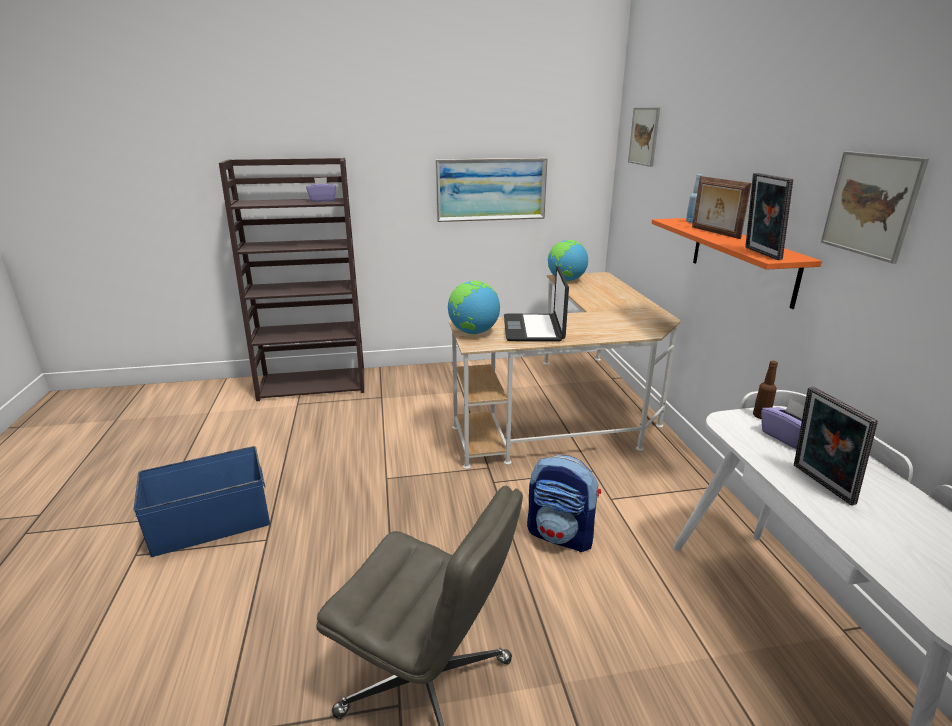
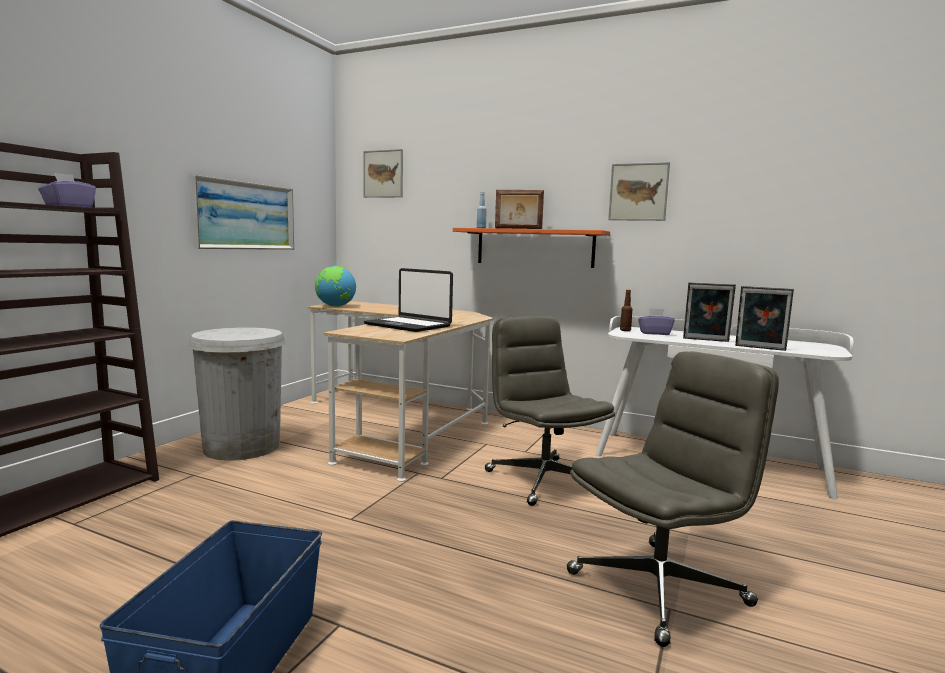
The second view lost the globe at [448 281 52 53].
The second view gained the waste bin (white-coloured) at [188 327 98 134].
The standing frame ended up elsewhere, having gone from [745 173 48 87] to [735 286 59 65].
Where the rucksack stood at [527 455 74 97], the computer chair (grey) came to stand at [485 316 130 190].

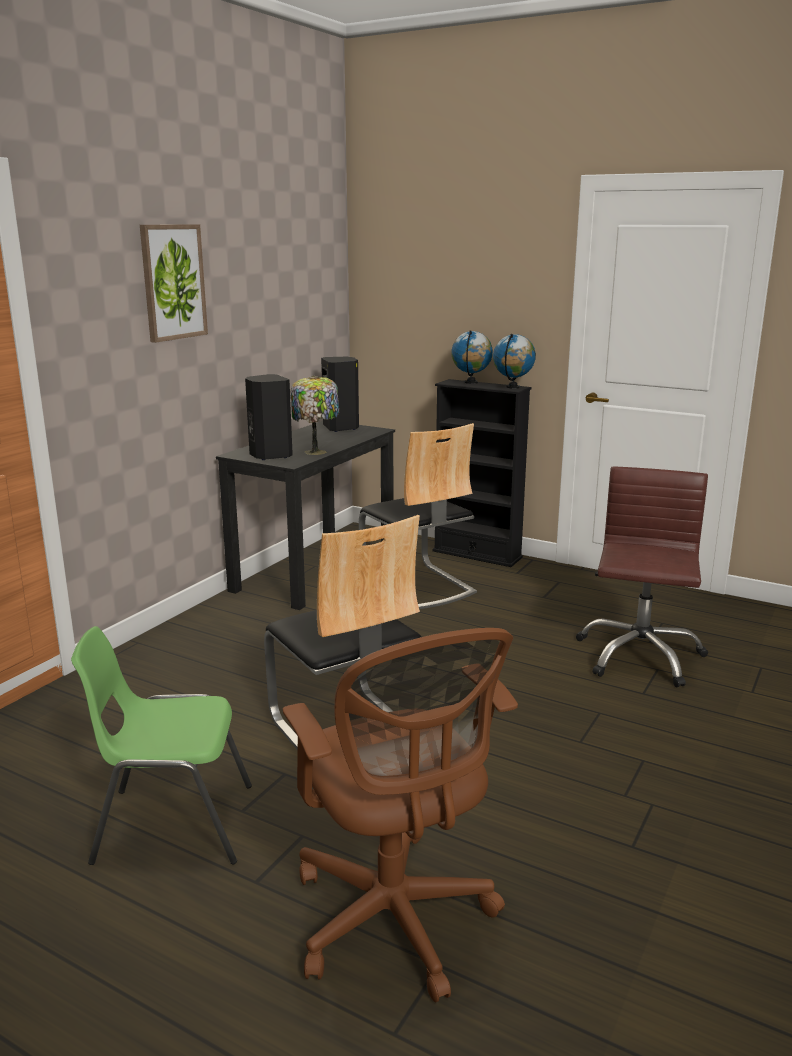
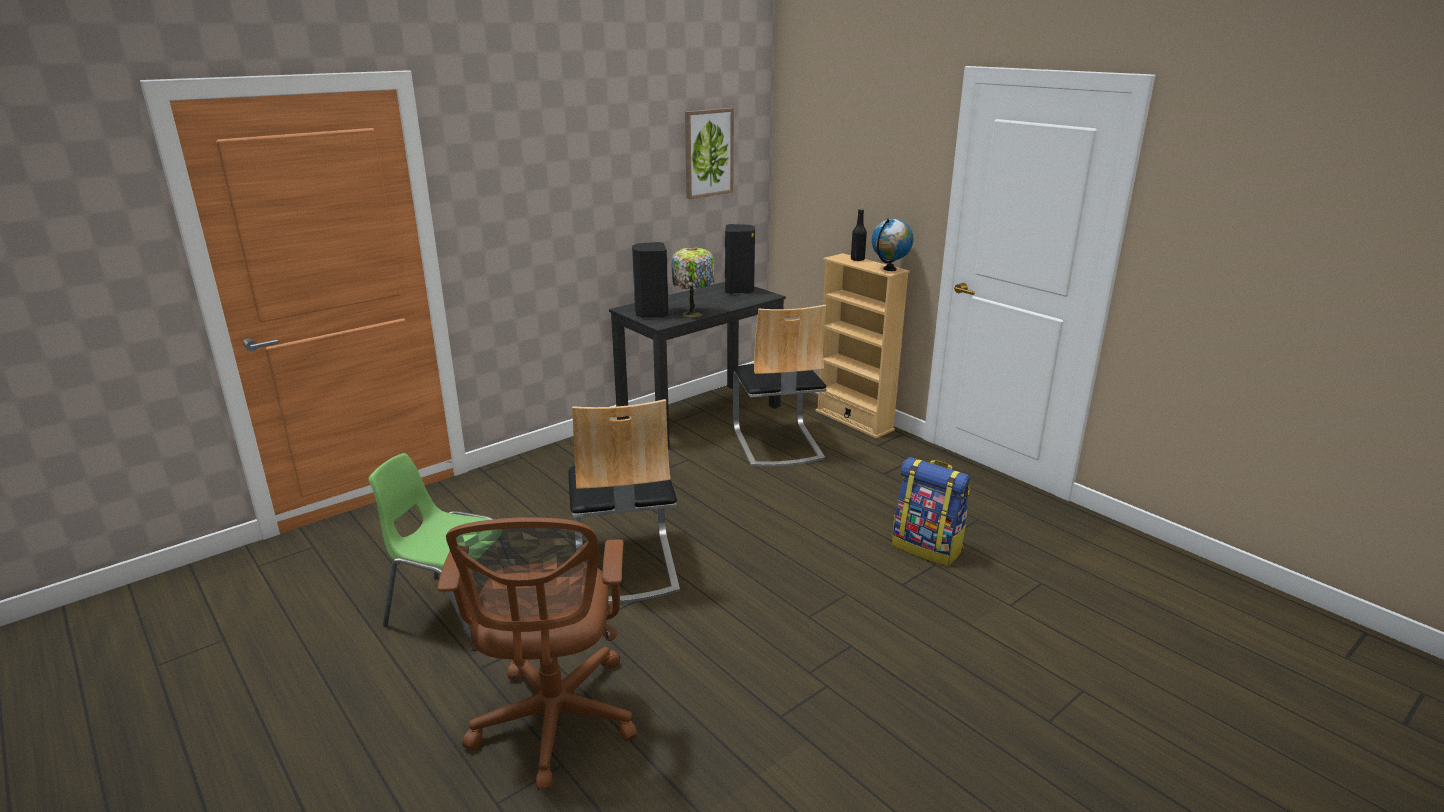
The picture ended up elsewhere, having gone from [140 224 68 119] to [685 108 49 91].
Where the globe stood at [451 330 42 54], the bottle (blackish) came to stand at [851 209 16 52].
Where the computer chair (brown-coloured) stood at [576 467 132 220], the rucksack came to stand at [892 457 78 109].
What was the bookshelf (blackish) at [432 379 100 188] turned into the bookshelf (beige) at [815 253 95 186].

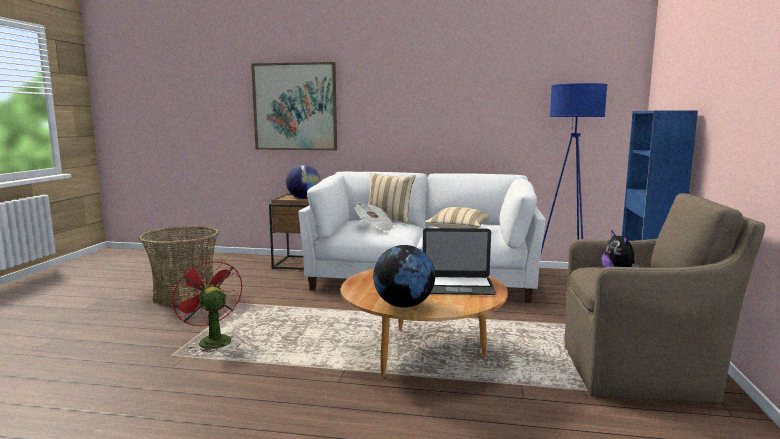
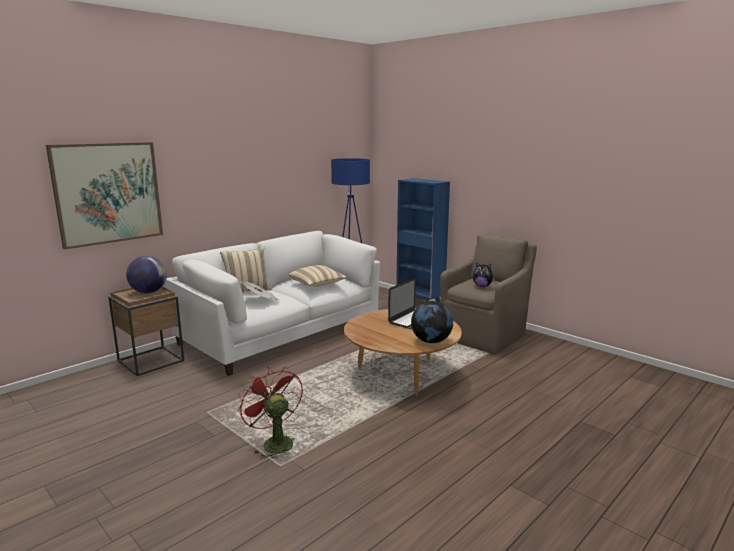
The second view lost the household basket at [138 225 82 80].
The fan (reddish) at [170 258 72 95] ended up facing another way, 60 degrees clockwise from before.

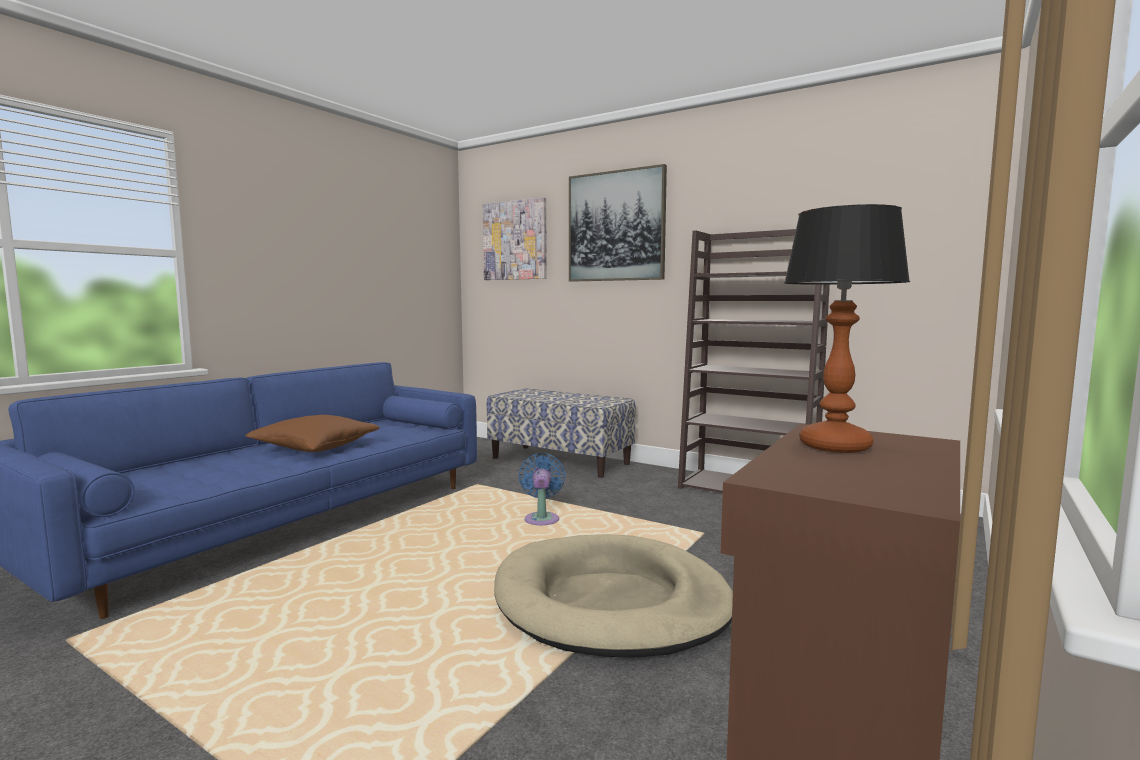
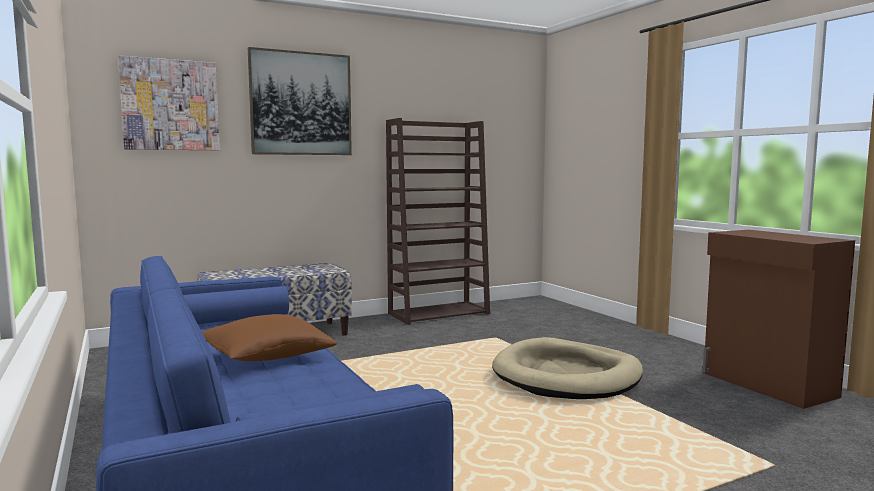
The second view lost the fan (blue) at [519 453 46 72].
The second view lost the lamp for a table at [784 204 126 249].

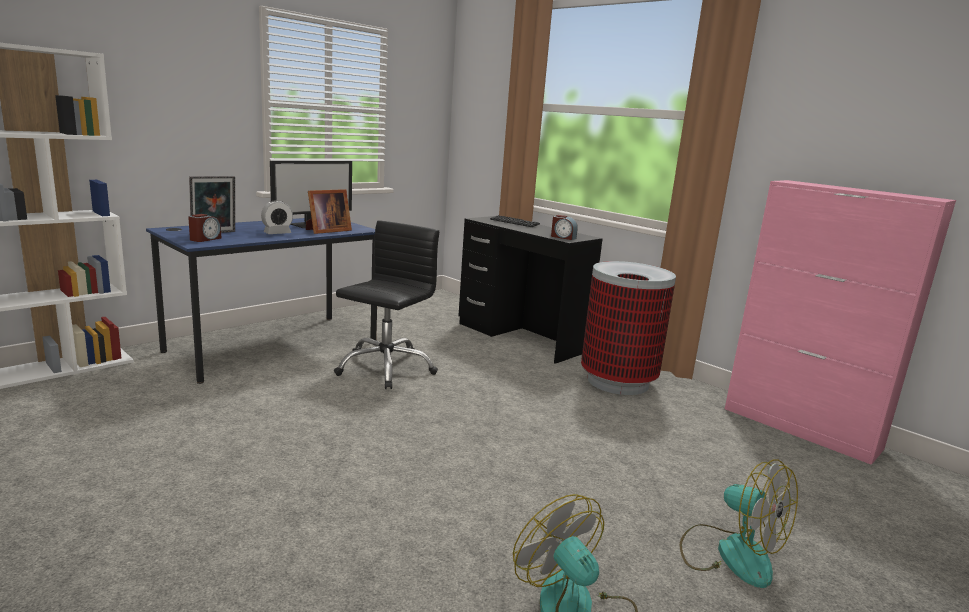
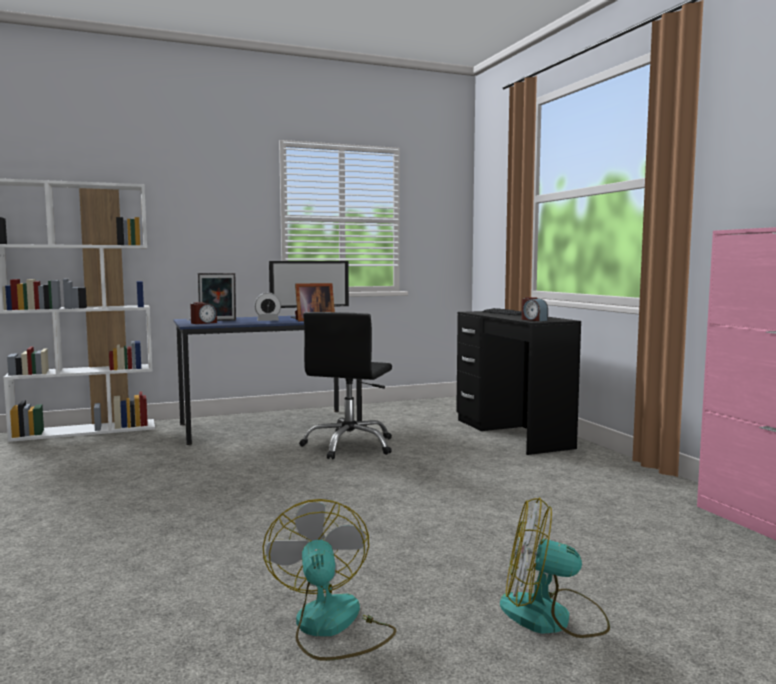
The second view lost the waste bin at [581 261 95 134].
The computer chair (blackish) at [334 221 105 168] ended up facing another way, 150 degrees clockwise from before.
The fan at [680 459 118 129] ended up facing another way, 120 degrees clockwise from before.

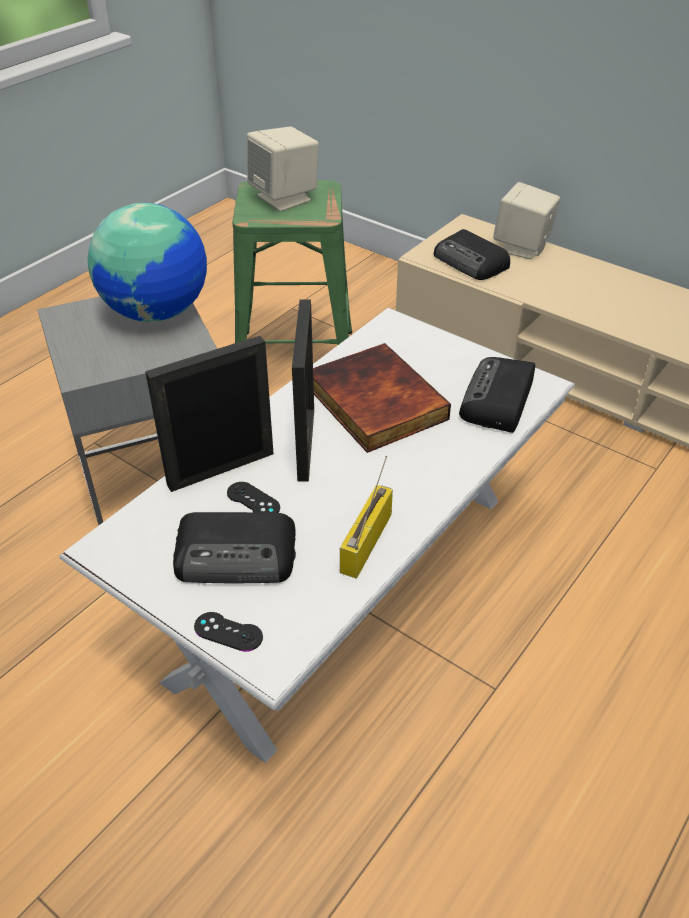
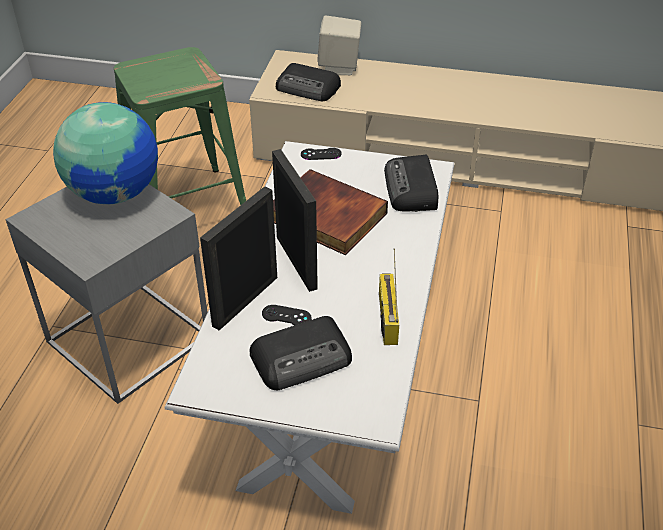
The second view lost the loudspeaker (beige) at [247 127 72 85].
The gamepad (blackish) ended up elsewhere, having gone from [194 612 69 40] to [301 148 41 12].

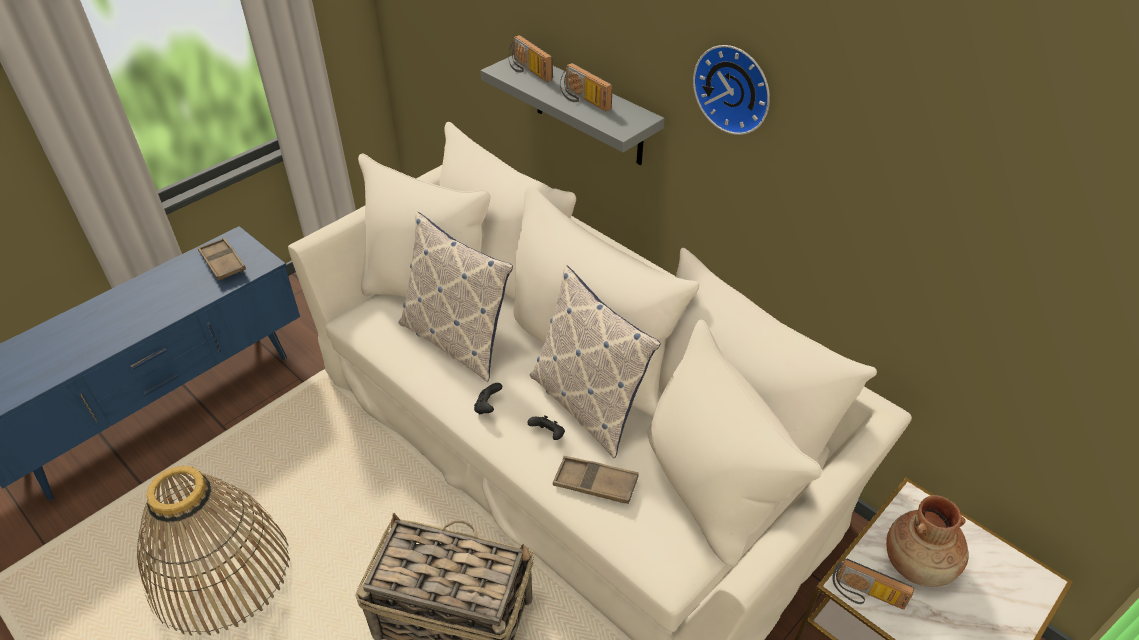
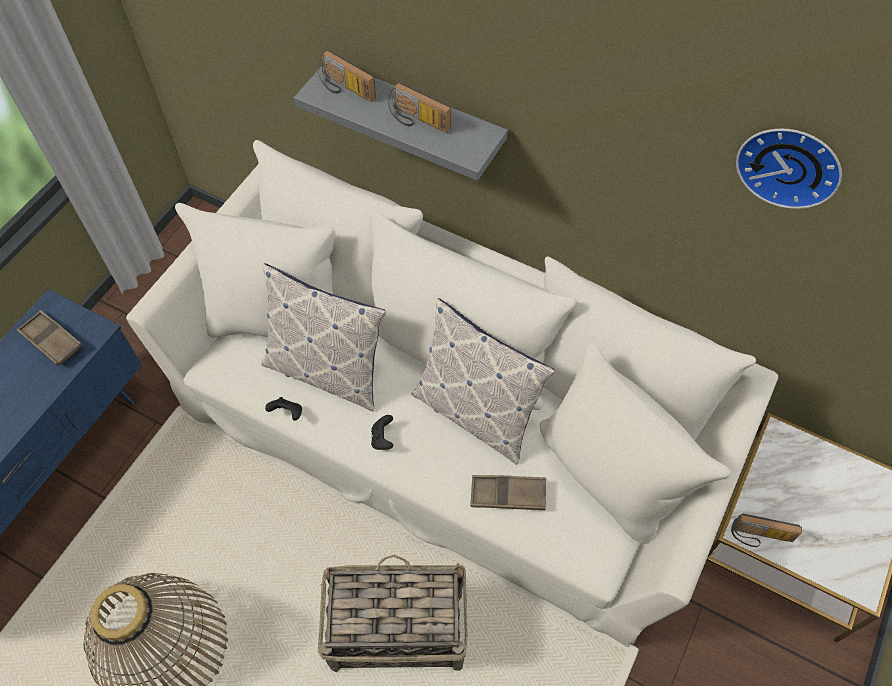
The second view lost the vase (brown-coloured) at [886 495 83 92].
The gamepad (blackish) ended up elsewhere, having gone from [527 415 38 25] to [265 397 37 24].
The clock on the wall ended up elsewhere, having gone from [693 45 77 90] to [736 129 106 80].

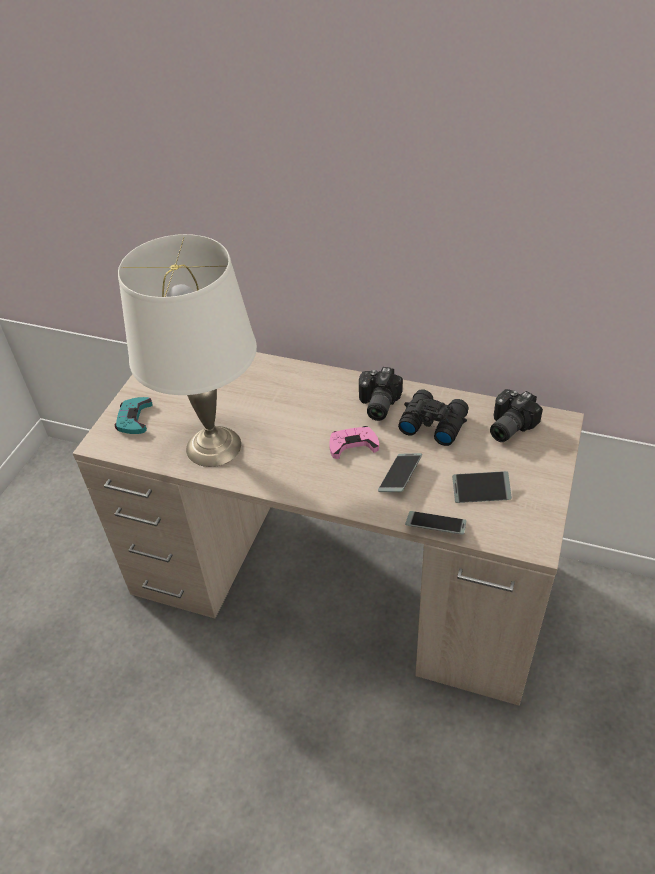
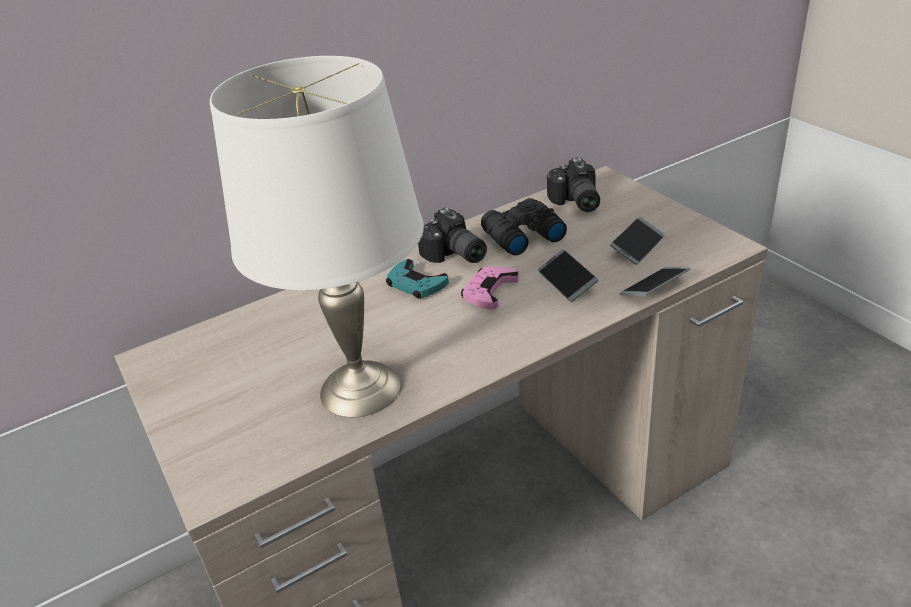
The gamepad (turquoise) ended up elsewhere, having gone from [115 397 37 37] to [386 259 63 39].

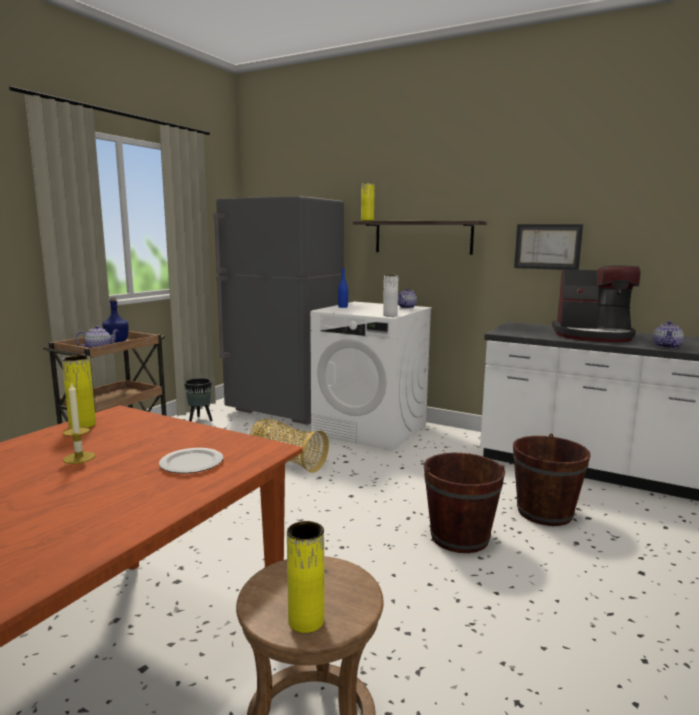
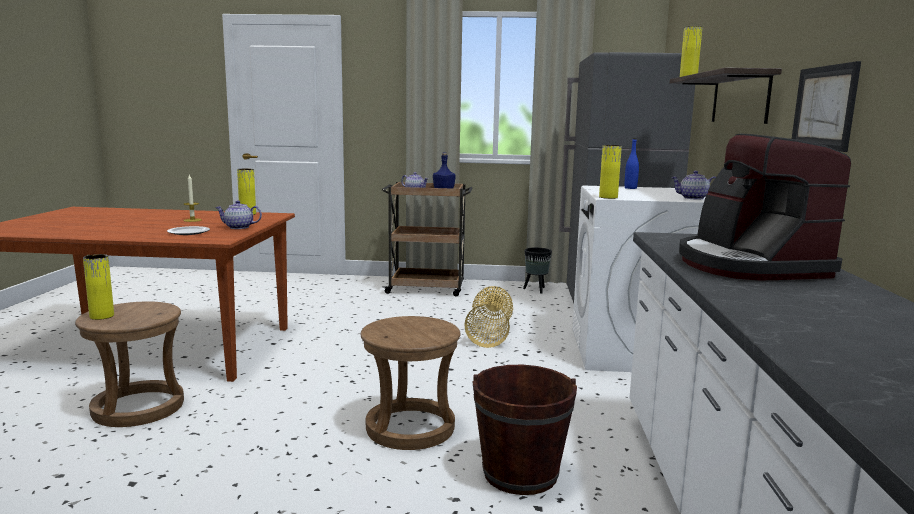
The pot for tea ended up elsewhere, having gone from [653 321 31 28] to [215 200 47 29].
Where the water bucket (brown-coloured) stood at [424 453 81 100], the stool seat (brown-coloured) came to stand at [361 316 100 134].
What was the vase (white-coloured) at [383 275 16 42] turned into the vase (yellowish) at [599 145 23 54].

